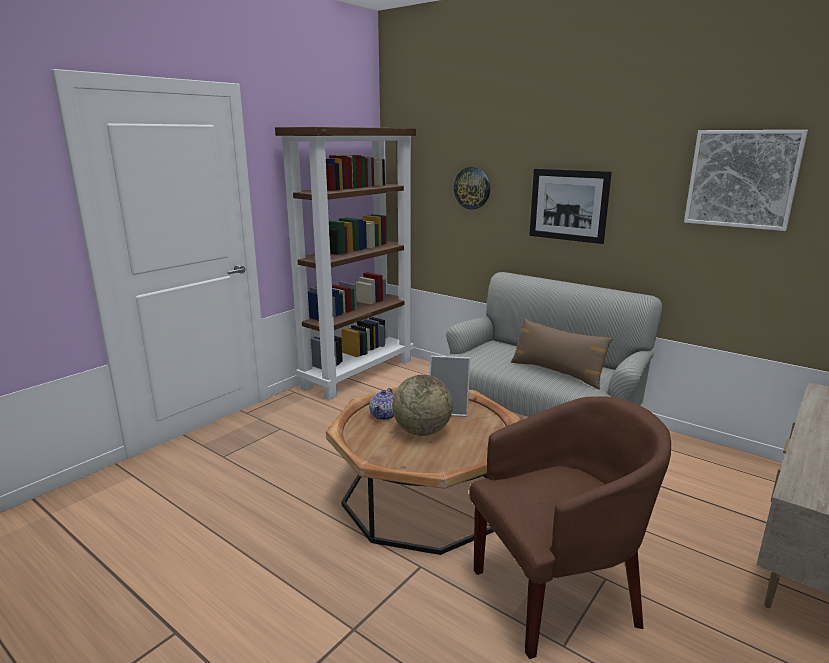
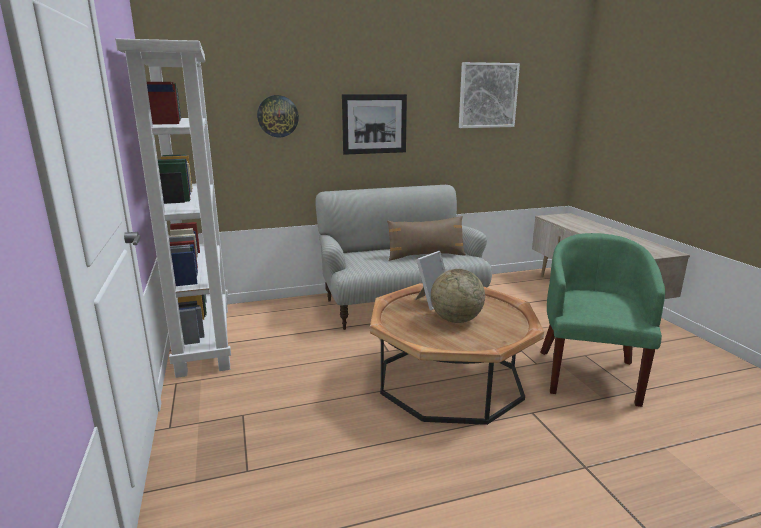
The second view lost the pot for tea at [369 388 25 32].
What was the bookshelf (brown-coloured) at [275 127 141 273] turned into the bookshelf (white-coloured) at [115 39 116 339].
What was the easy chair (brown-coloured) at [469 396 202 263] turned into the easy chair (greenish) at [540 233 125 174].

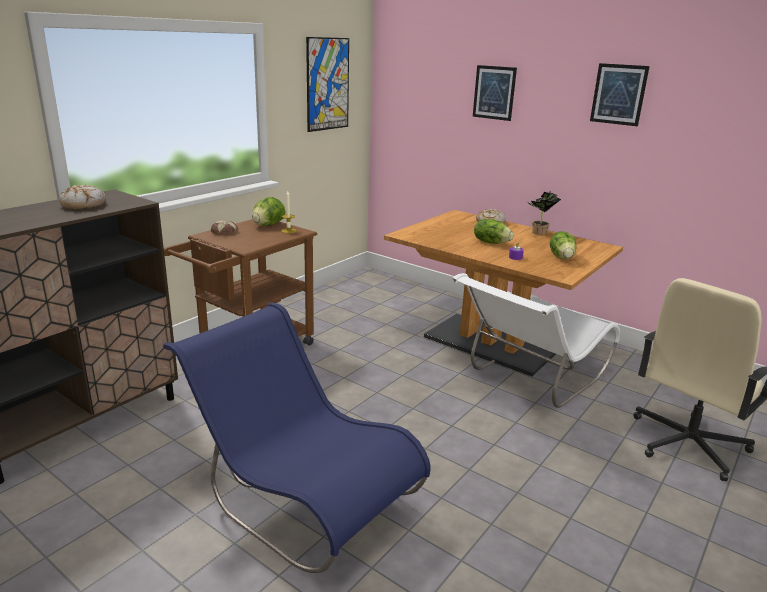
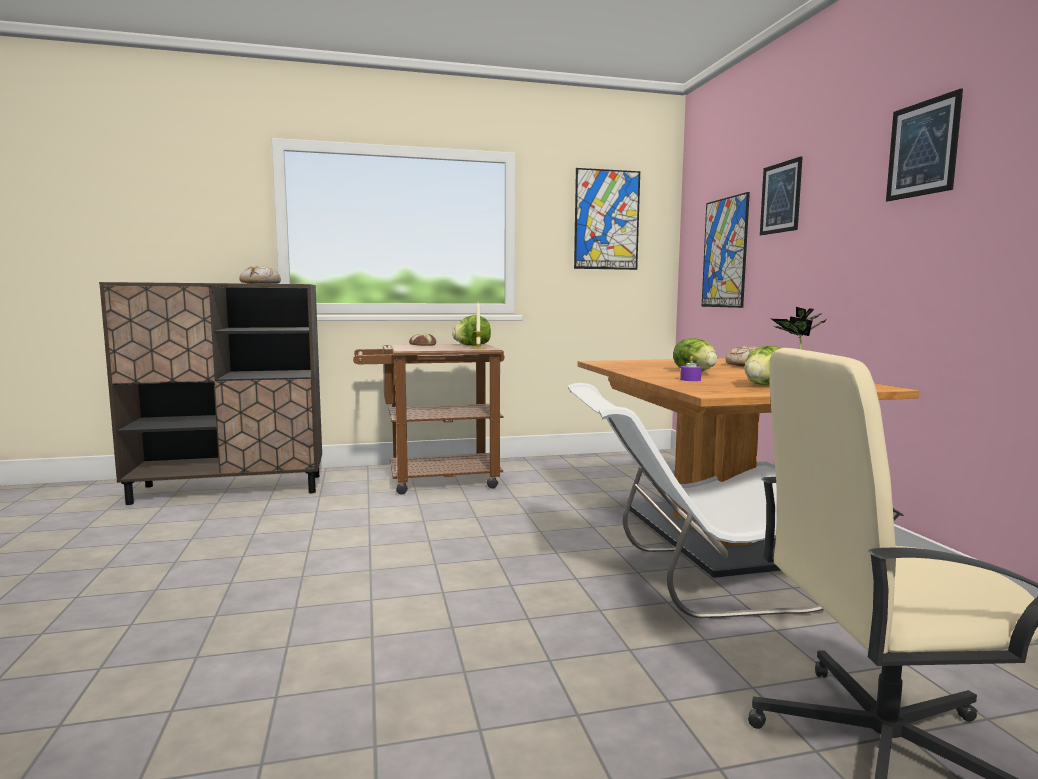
The second view lost the chair (blue) at [163 302 268 271].
The second view gained the picture at [702 192 48 116].

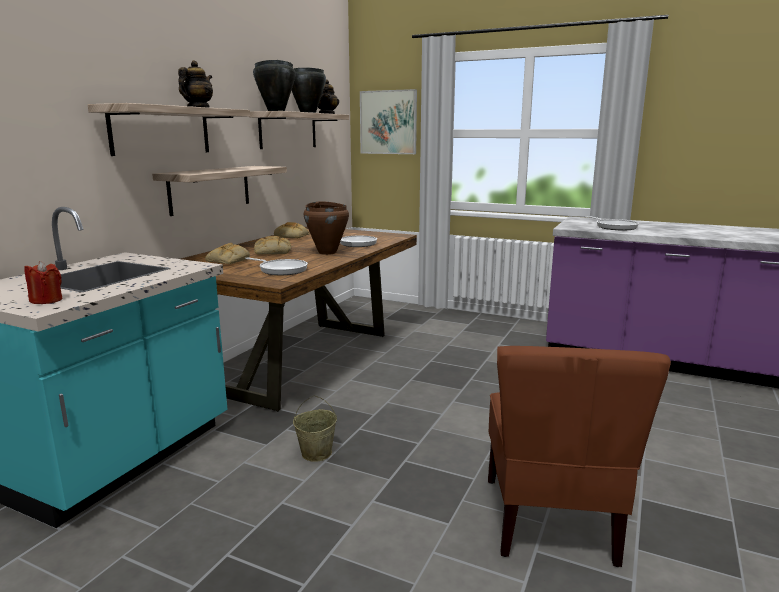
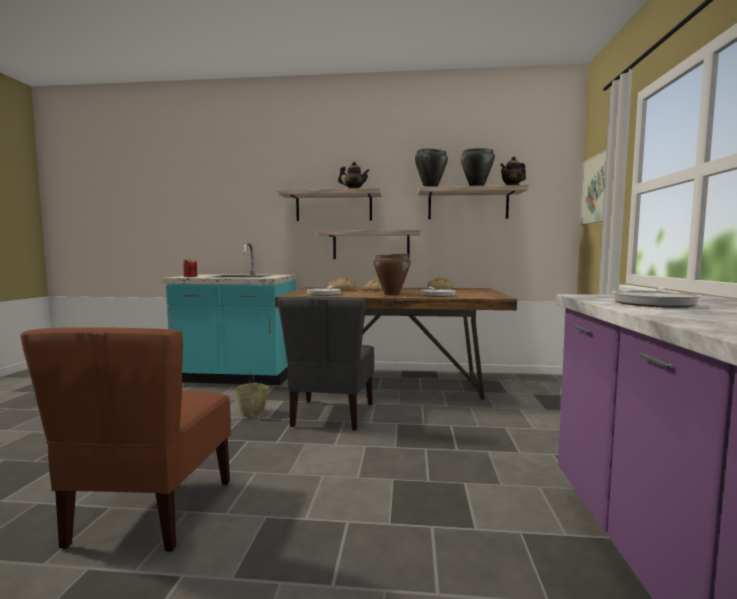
The second view gained the chair (grey) at [278 297 96 134].
The chair (brown-coloured) at [488 346 183 221] ended up facing another way, 75 degrees counterclockwise from before.

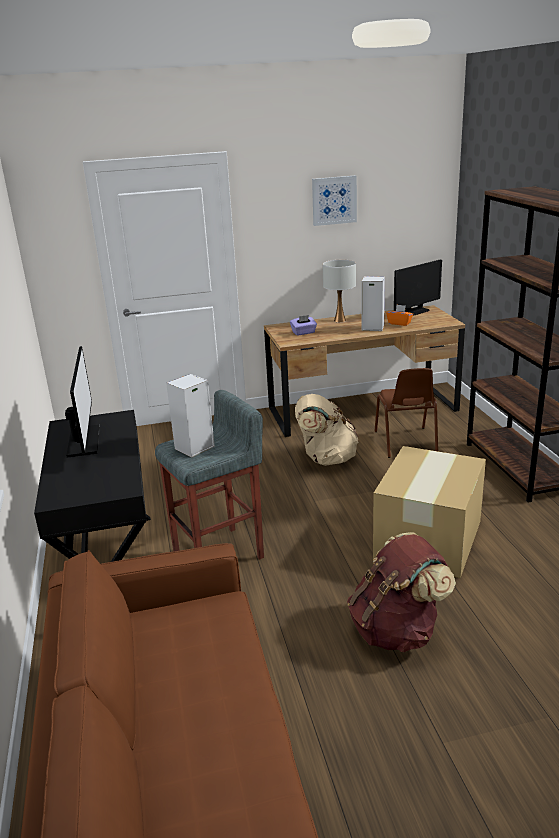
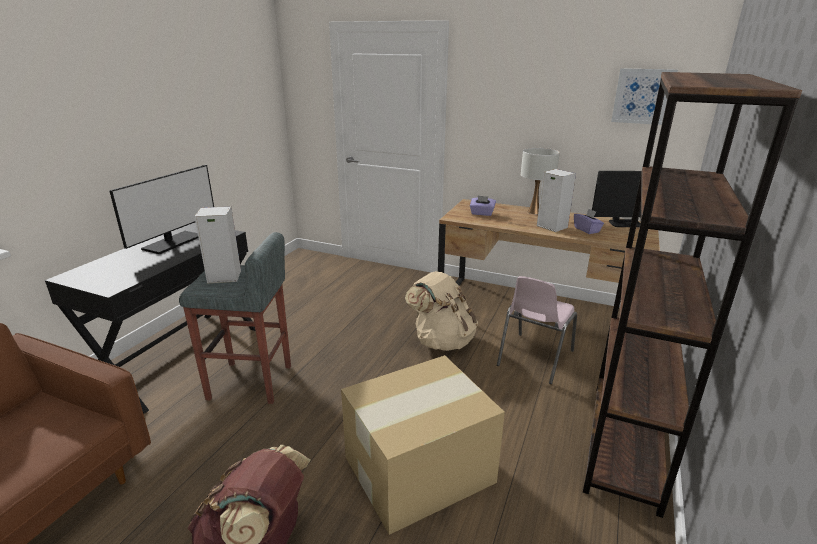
The picture ended up elsewhere, having gone from [312 175 45 51] to [611 68 67 57].
What was the chair (brown-coloured) at [374 368 64 90] turned into the chair (pink) at [497 276 80 108].
What was the tissue box (orange) at [386 304 27 22] turned into the tissue box (purplish) at [574 209 30 25].

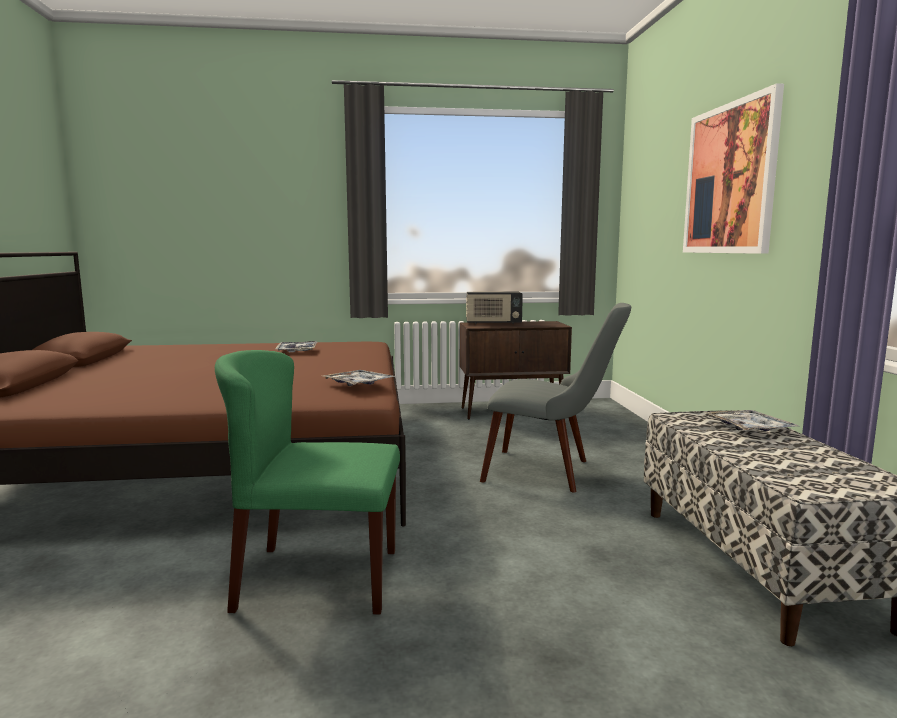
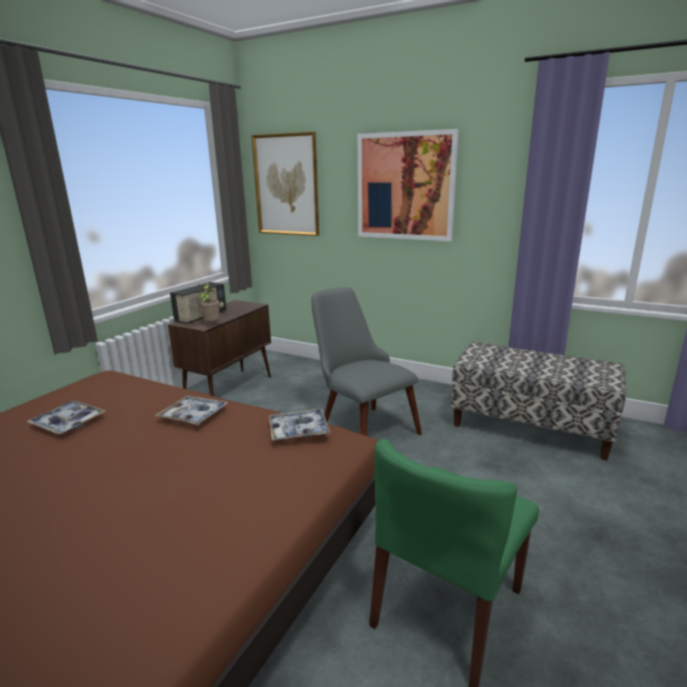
The second view gained the plant in a pot at [197 282 23 41].
The second view gained the picture at [251 132 68 104].
The serving tray ended up elsewhere, having gone from [704 410 96 21] to [155 396 73 29].
The chair (grey) at [480 303 151 190] ended up facing another way, 90 degrees counterclockwise from before.

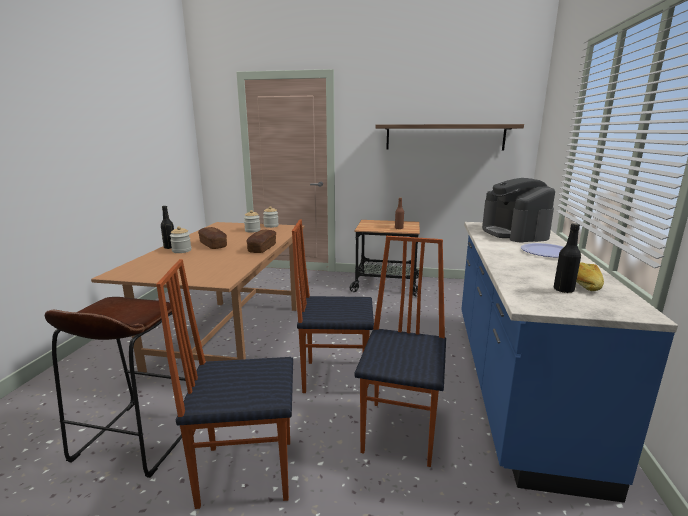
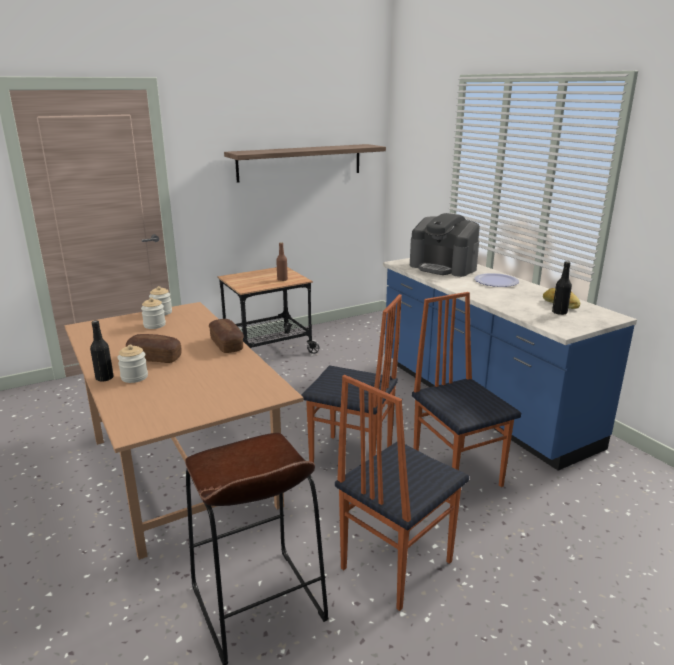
The chair at [292 220 82 173] ended up facing another way, 120 degrees counterclockwise from before.

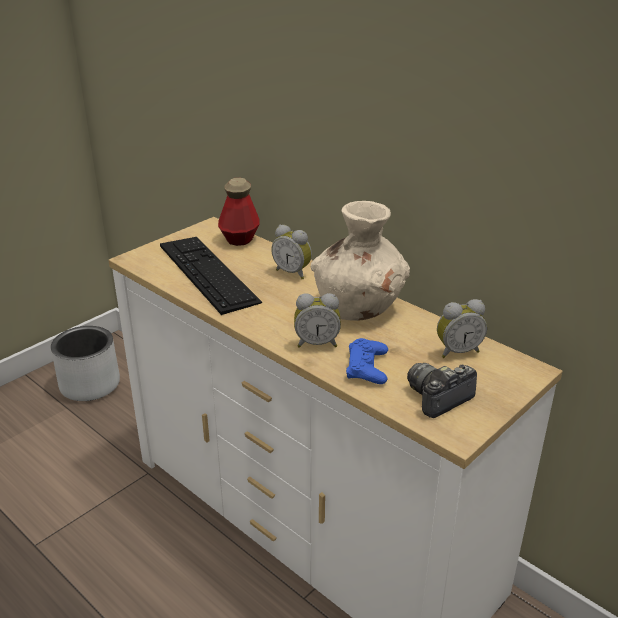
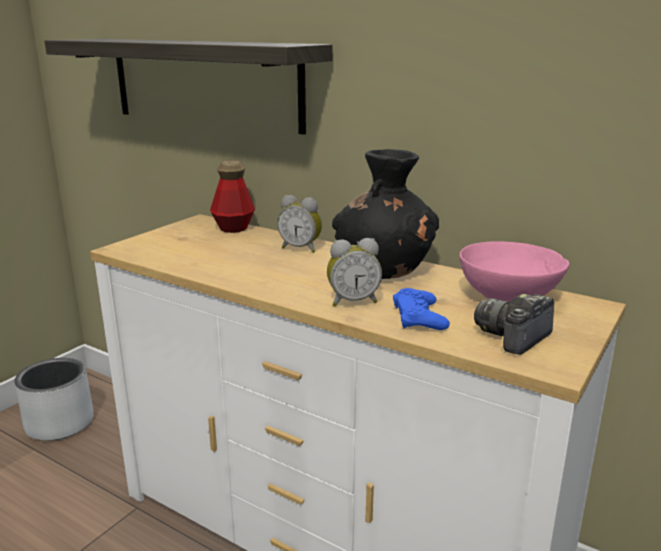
The second view lost the keyboard at [160 237 102 78].
The second view gained the wall shelf at [44 39 289 96].
Where the bedside clock stood at [437 299 50 59], the deep dish (pink) came to stand at [459 241 111 61].
What was the vase (beige) at [311 201 99 120] turned into the vase (blackish) at [332 149 107 130].

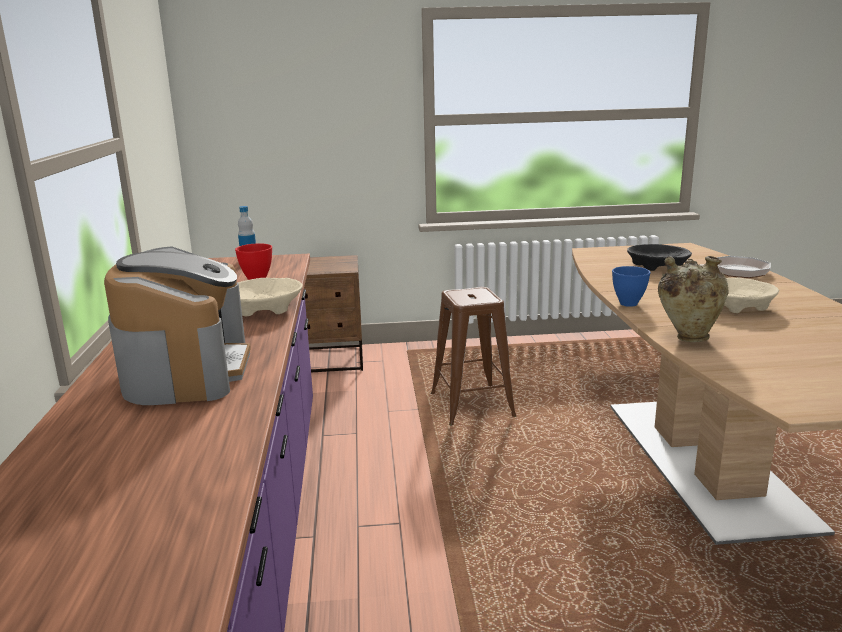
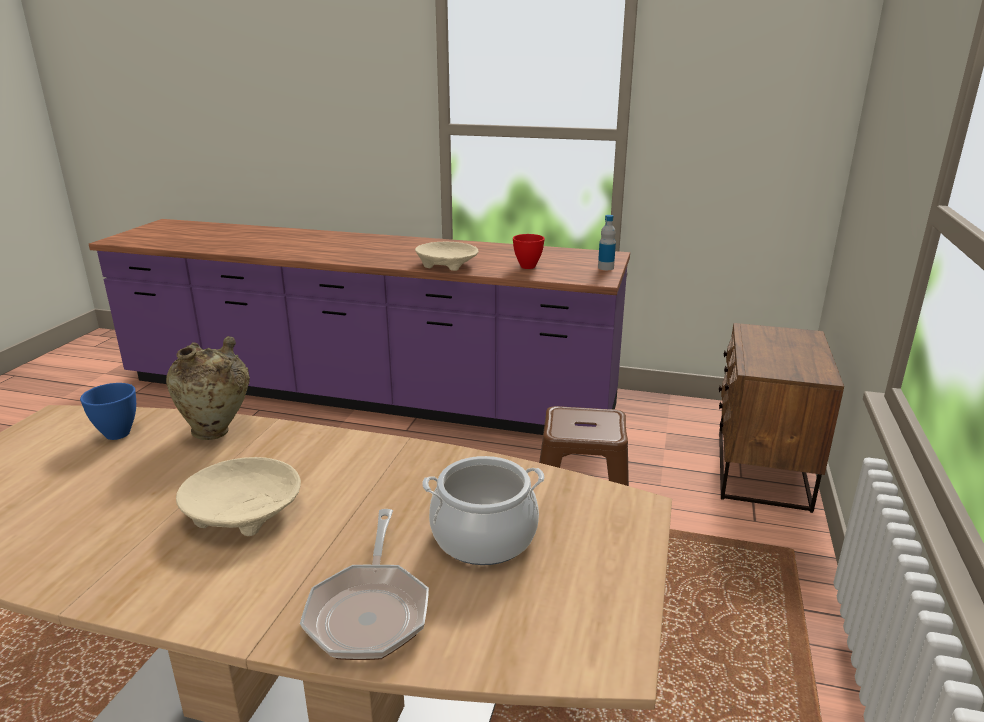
The second view lost the coffee machine at [104 246 147 159].
The deep dish (blue) ended up elsewhere, having gone from [612 266 39 41] to [80 383 56 57].
Where the deep dish (blackish) stood at [627 244 65 27], the saucepot came to stand at [422 456 123 109].

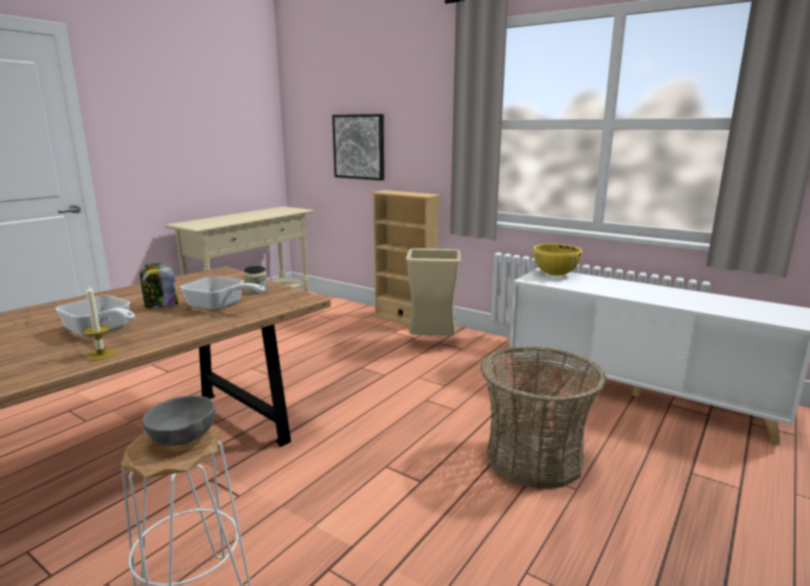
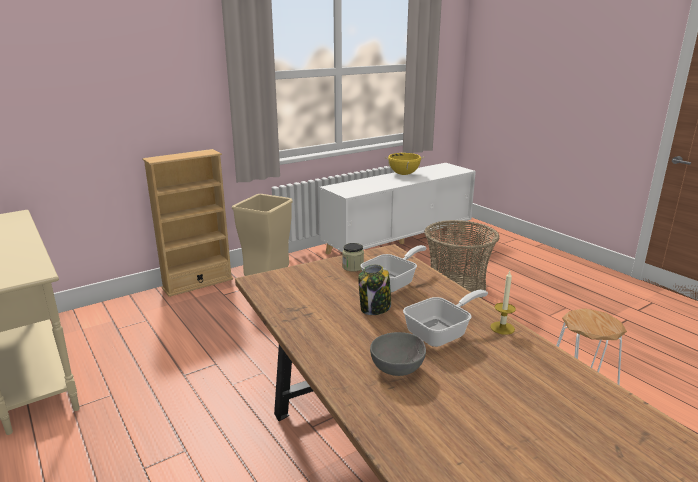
The second view lost the picture at [332 114 52 66].
The deep dish (grey) ended up elsewhere, having gone from [142 396 74 50] to [370 332 56 44].
The saucepot (yellowish) ended up elsewhere, having gone from [533 244 50 32] to [385 153 40 22].

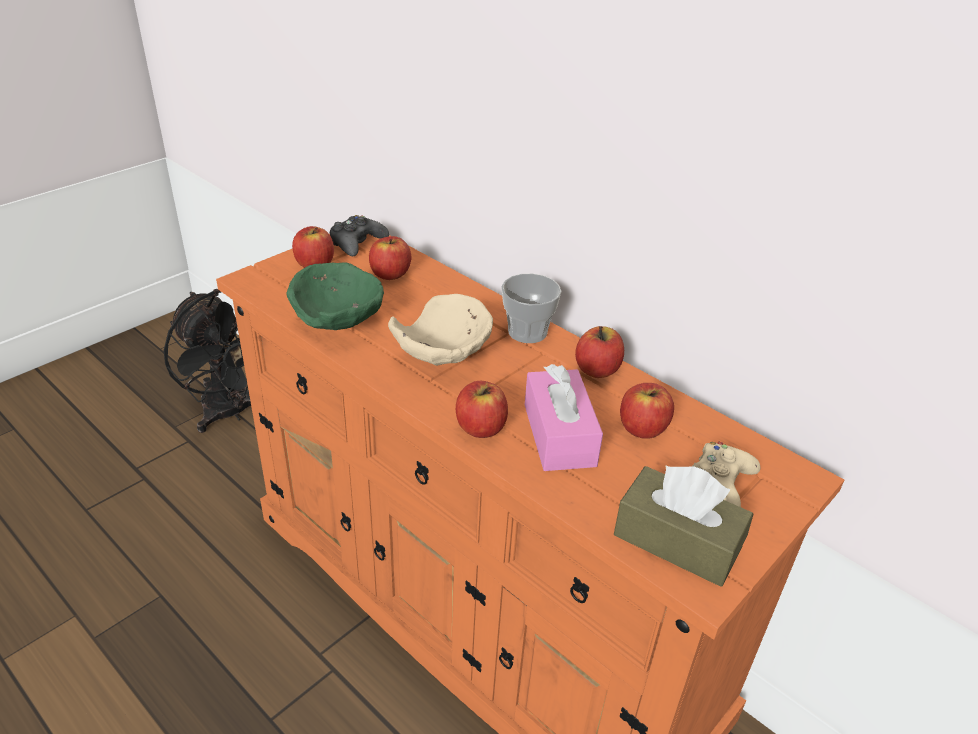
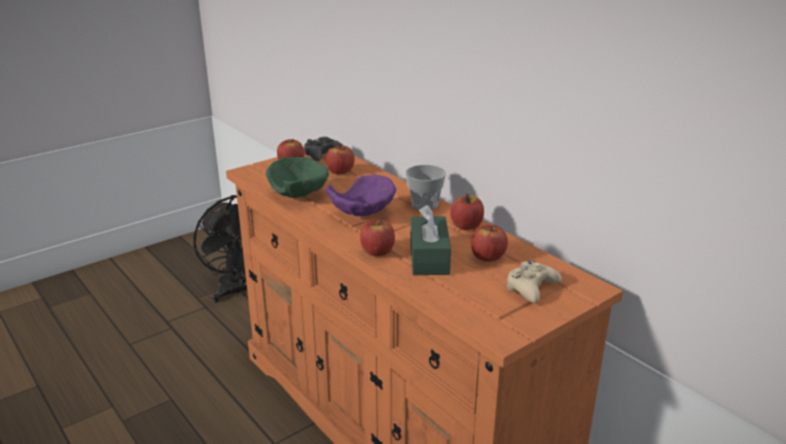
The second view lost the tissue box (brown-coloured) at [614 465 139 122].
What was the deep dish (beige) at [388 294 105 72] turned into the deep dish (purplish) at [326 175 70 41].
What was the tissue box (pink) at [525 364 78 107] turned into the tissue box (greenish) at [410 205 41 70].

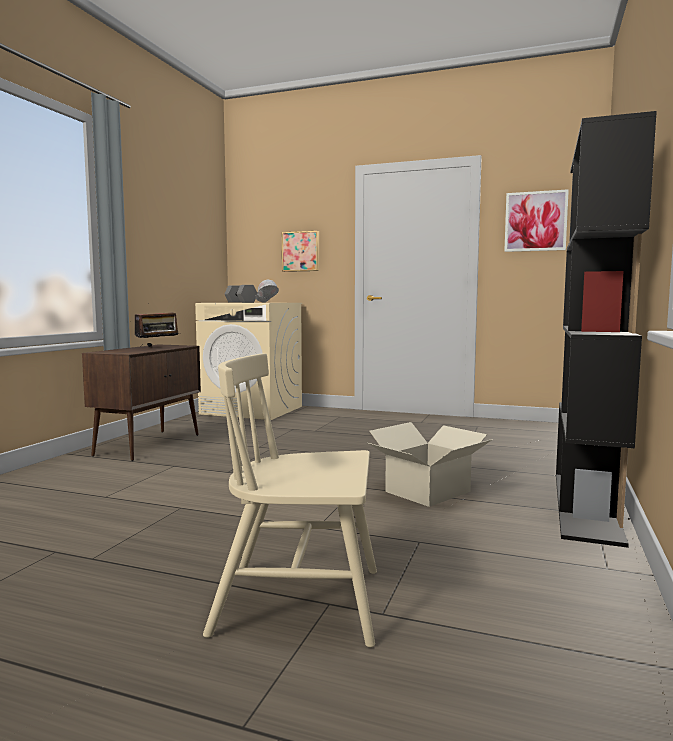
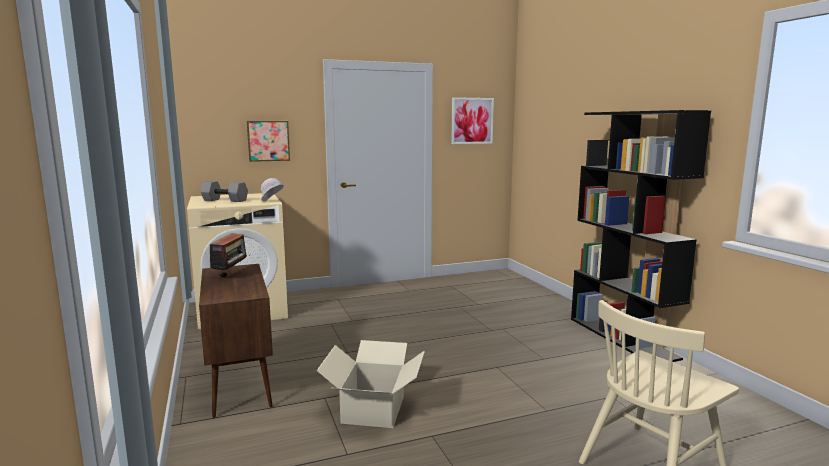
The cardboard box ended up elsewhere, having gone from [368 422 125 85] to [316 340 109 88].

